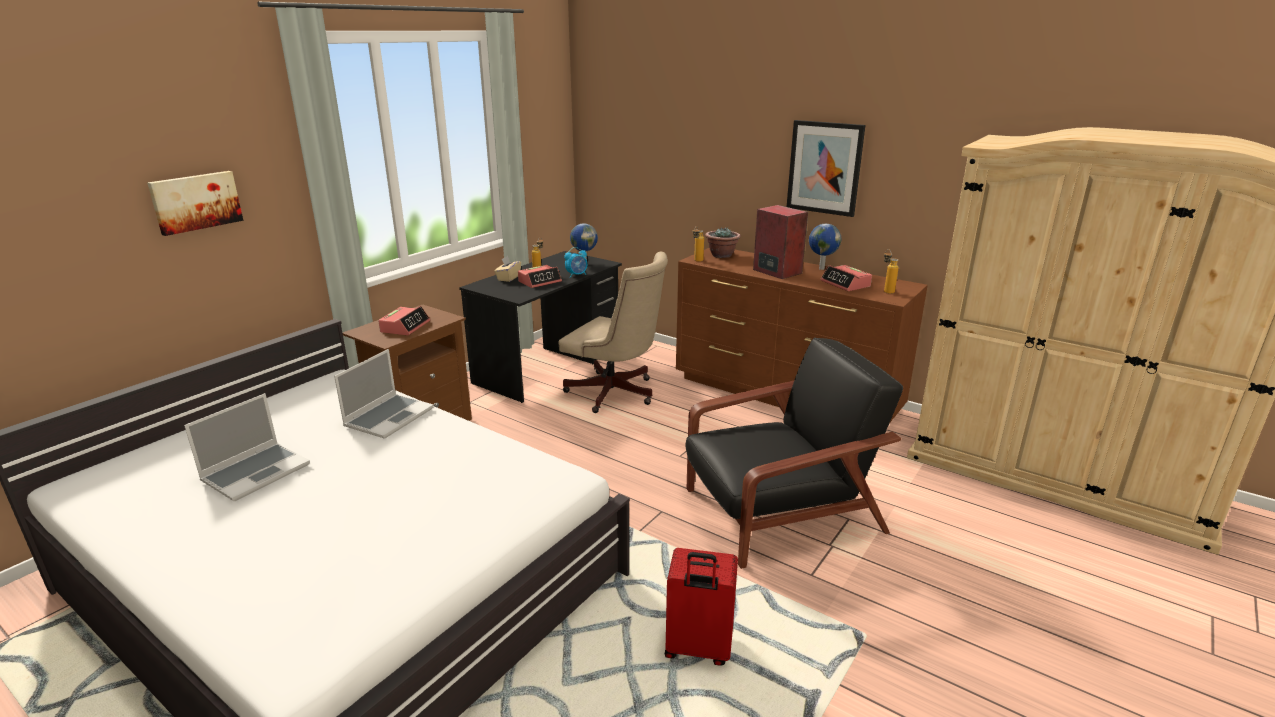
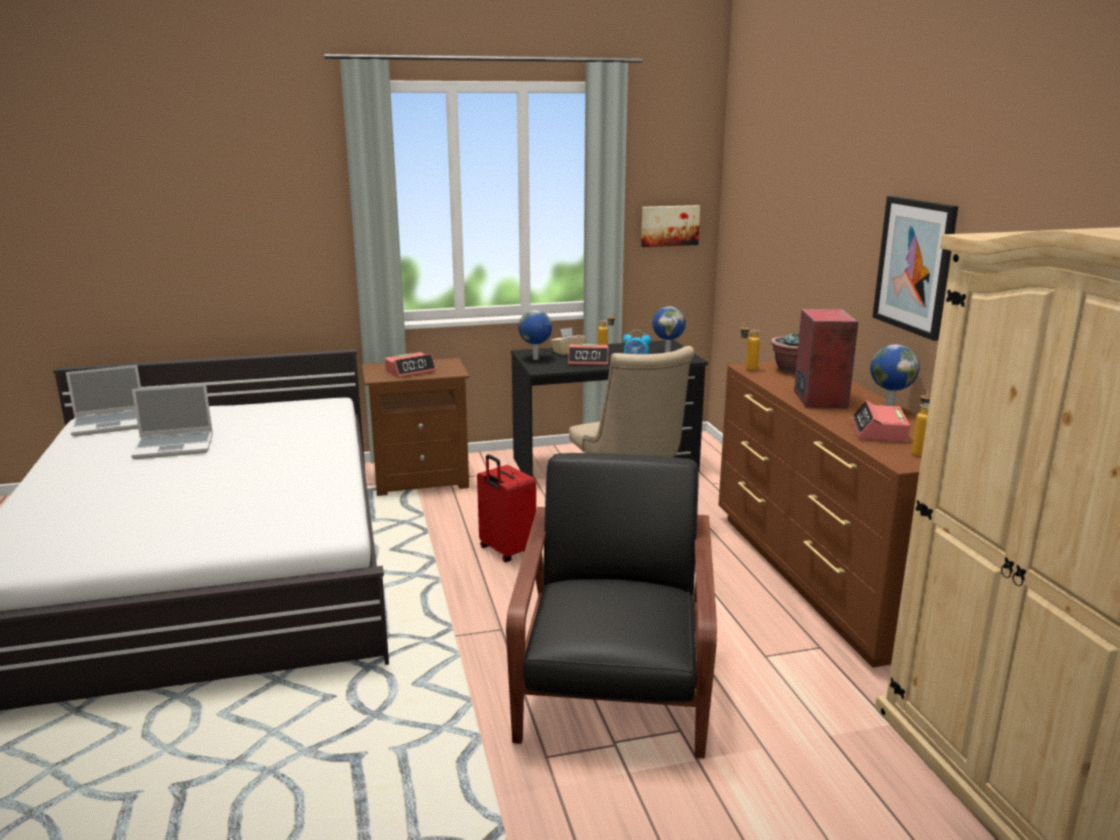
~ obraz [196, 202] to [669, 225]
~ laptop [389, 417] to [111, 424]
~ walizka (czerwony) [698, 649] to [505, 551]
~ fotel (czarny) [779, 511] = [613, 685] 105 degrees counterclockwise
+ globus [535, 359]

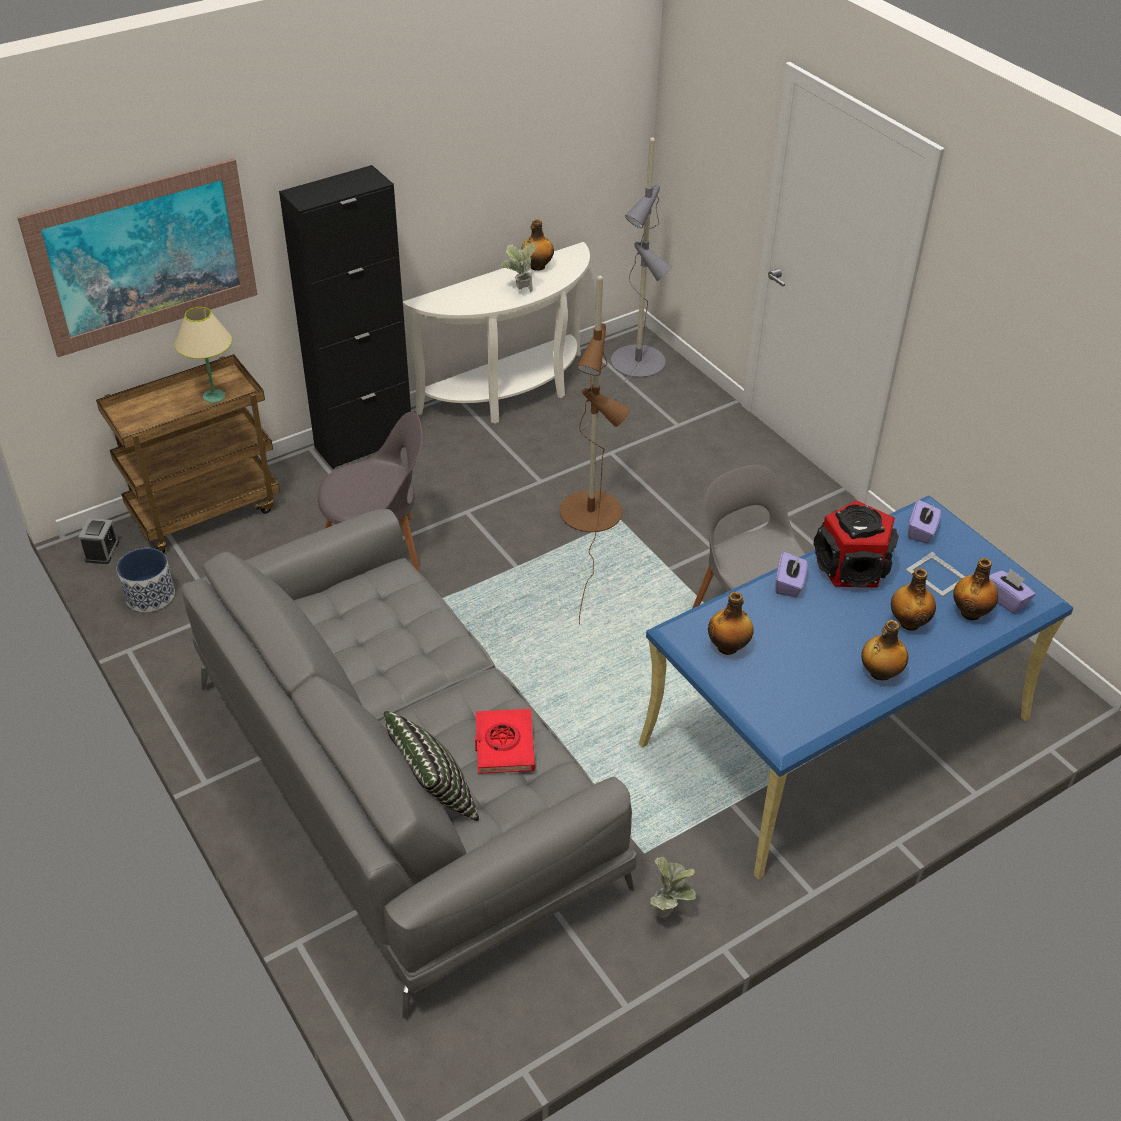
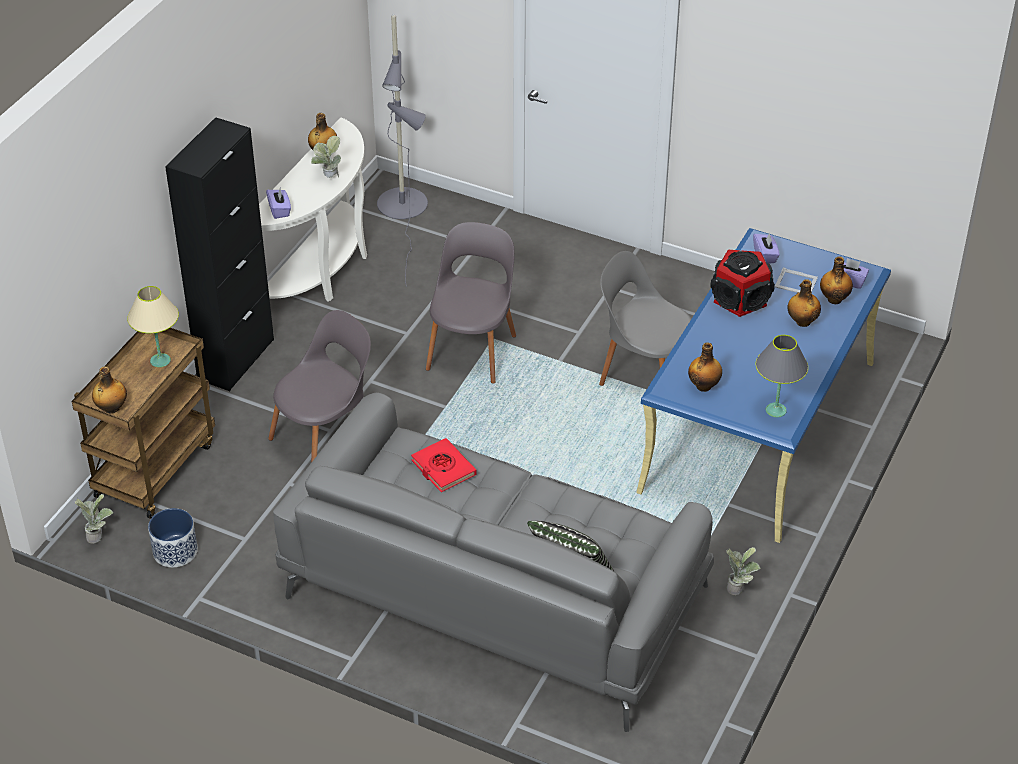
- obraz [144, 257]
~ budzik [102, 551] to roślina doniczkowa [98, 536]
~ książka (czerwony) [504, 745] to [443, 468]
~ lampa stojąca (brązowy) [590, 521] to krzesło (szary) [472, 349]
~ pudełko chusteczek (fioletowy) [789, 584] to [279, 210]
~ butelka [879, 673] to [111, 408]
+ lampa stołowa (szary) [776, 410]

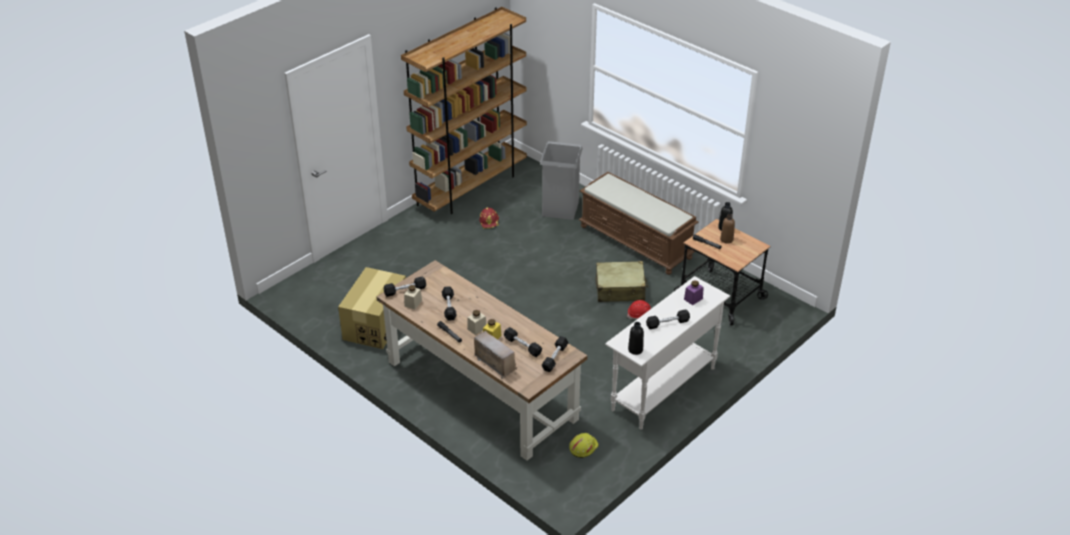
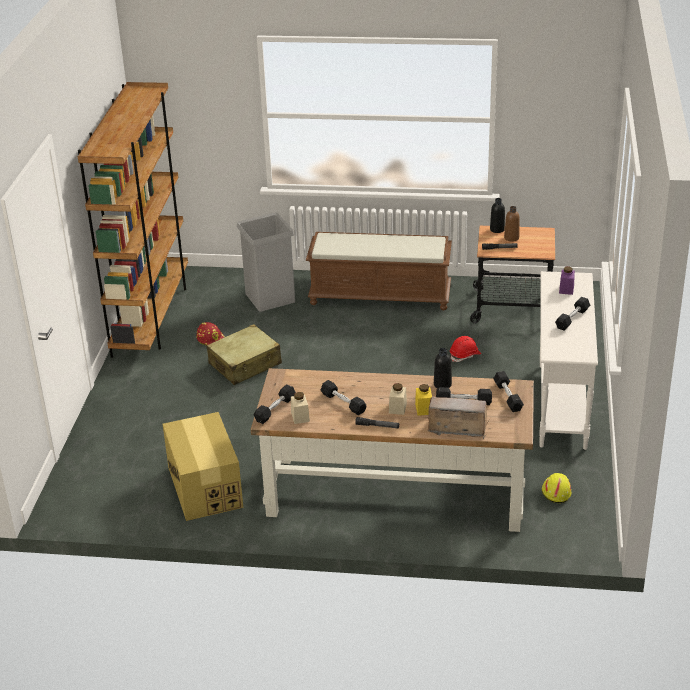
~ walizka (beżowy) [620, 289] to [245, 364]
~ butelka (czarny) [635, 350] to [442, 384]

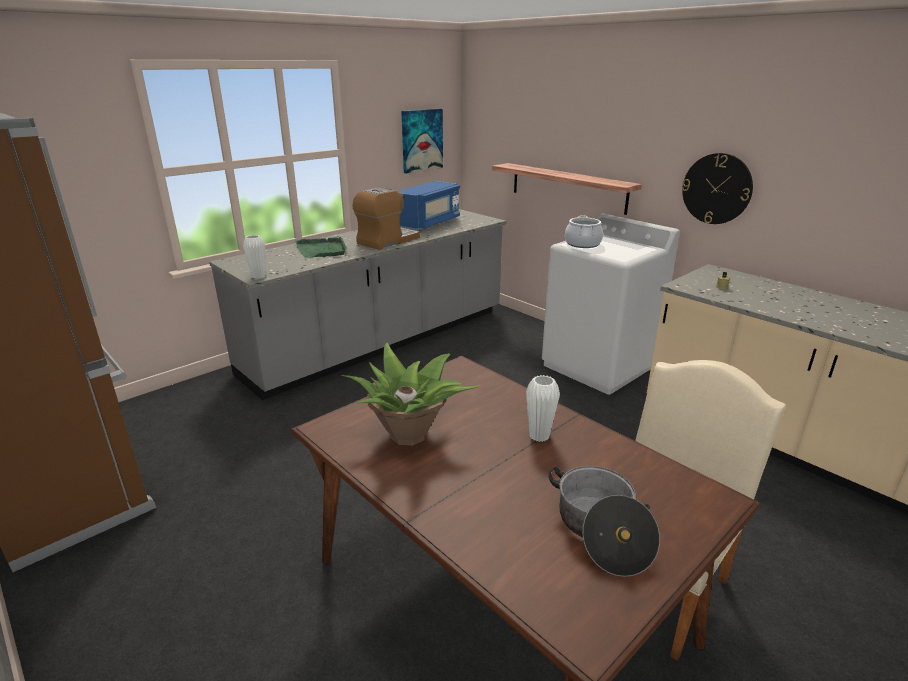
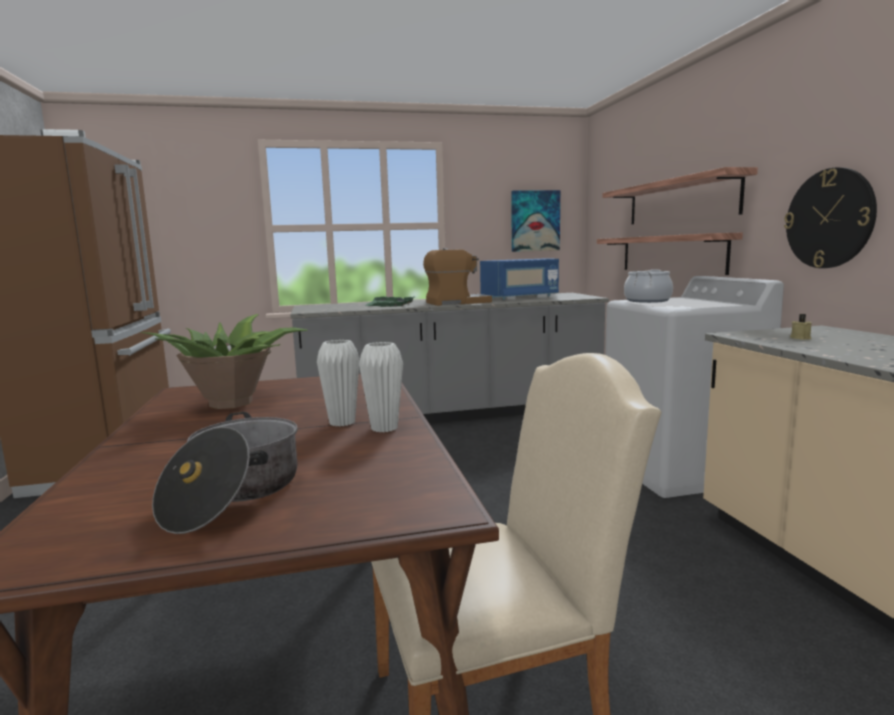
~ wazon (biały) [259, 276] to [384, 428]
+ półka [680, 201]

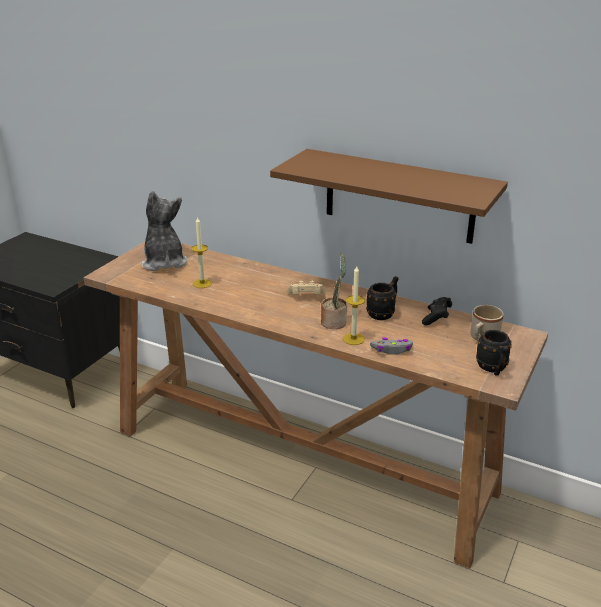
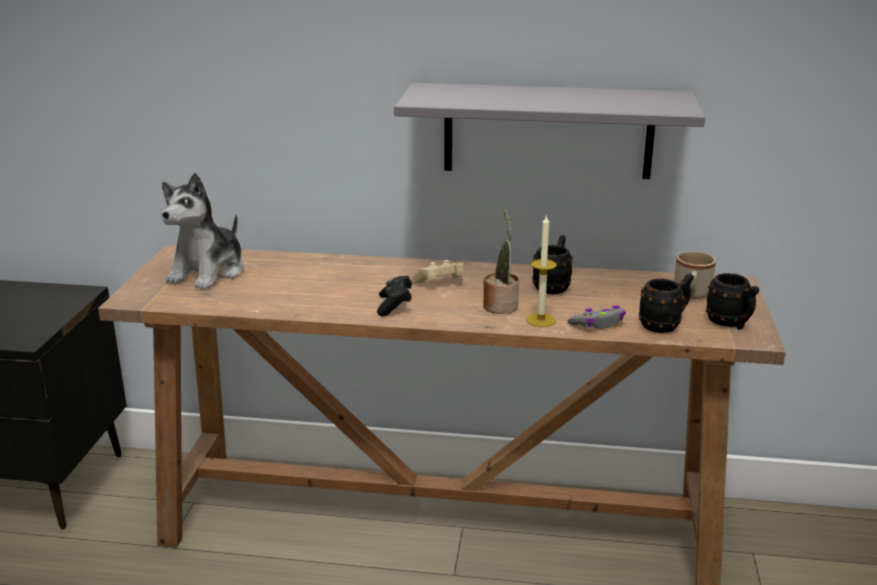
~ pluszak [164, 262] = [208, 272] 120 degrees counterclockwise
- świeca [202, 283]
~ półka (brązowy) [399, 196] to półka (szary) [548, 131]
~ pad do gier (czarny) [436, 318] to [394, 306]
+ kubek (czarny) [664, 325]

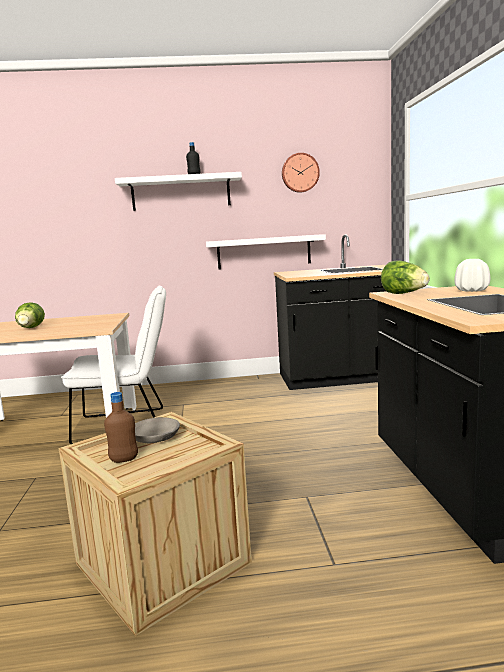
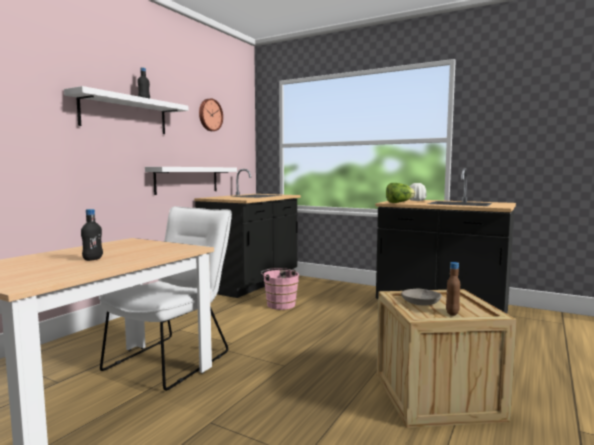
~ sałata [30, 328] to butelka (czarny) [93, 259]
+ wiadro (różowy) [280, 304]

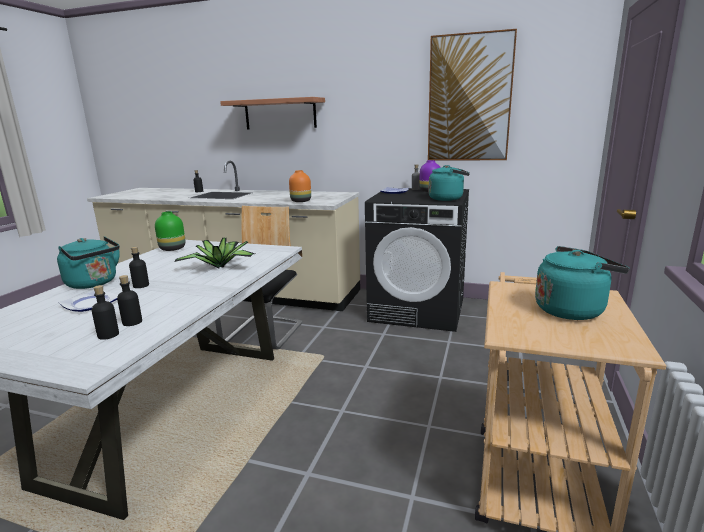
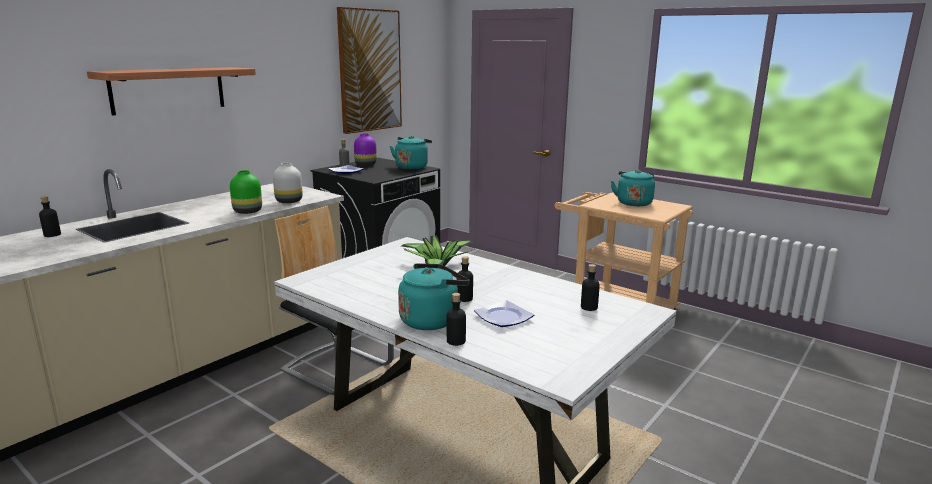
~ butelka (czarny) [132, 322] to [456, 341]
~ wazon (zielony) [173, 248] to [247, 211]
~ wazon (pomarańczowy) [301, 201] to wazon (biały) [289, 201]

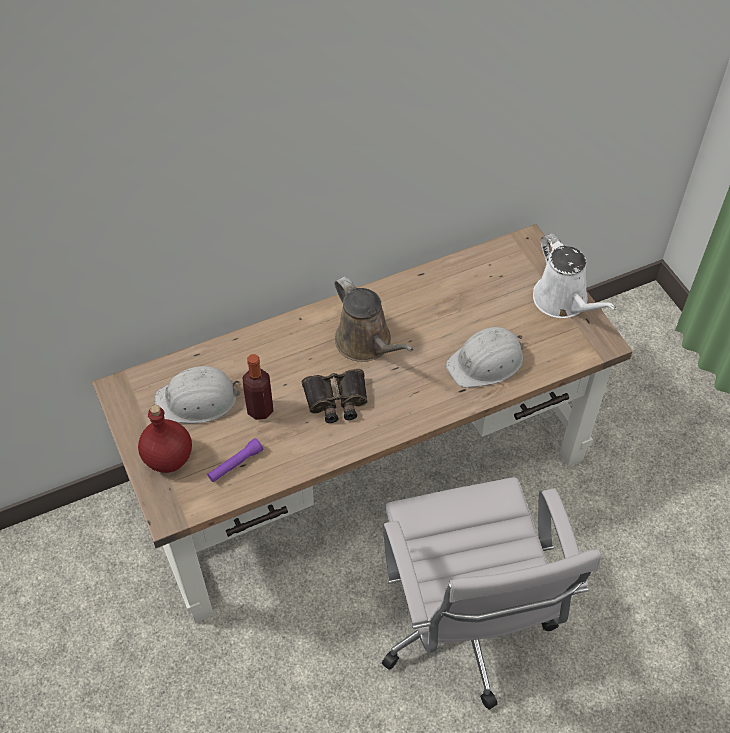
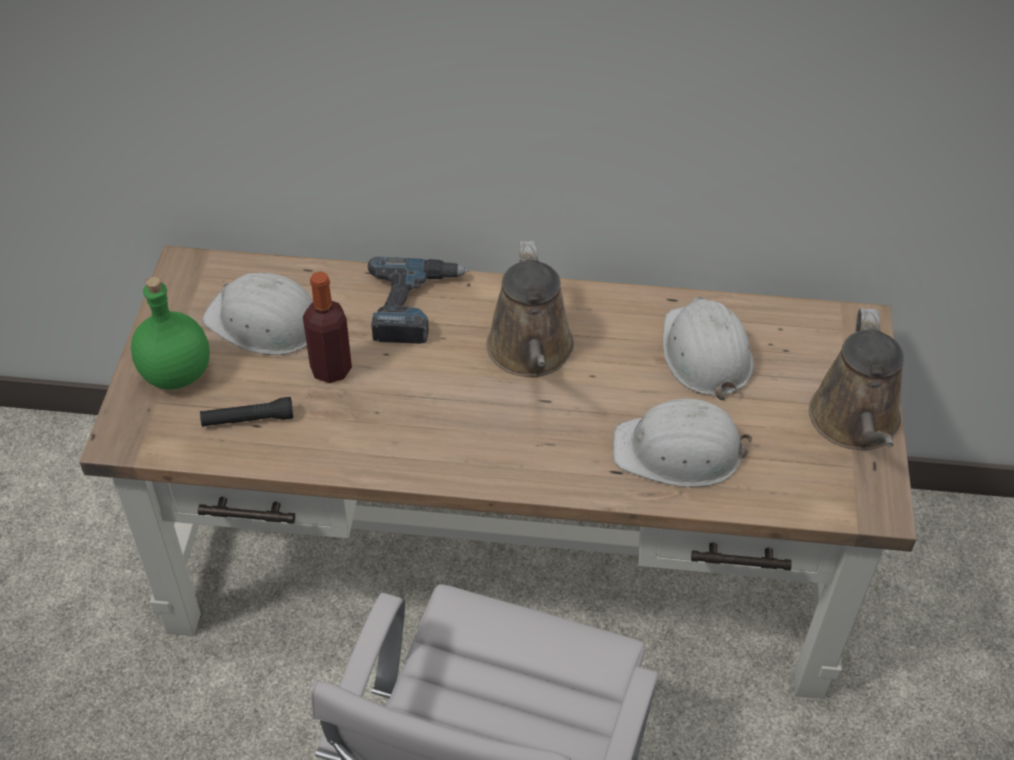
~ butelka (czerwony) [169, 458] to butelka (zielony) [178, 373]
~ latarka (fioletowy) [235, 464] to latarka (czarny) [248, 420]
- lornetka [336, 400]
~ konewka (biały) [563, 301] to konewka (brązowy) [855, 423]
+ wiertarka [414, 306]
+ kask (biały) [705, 353]

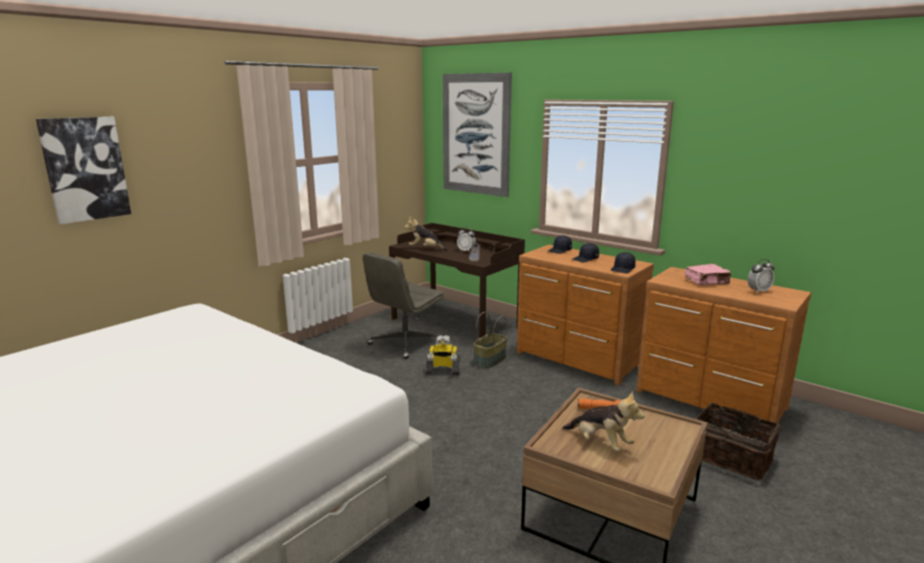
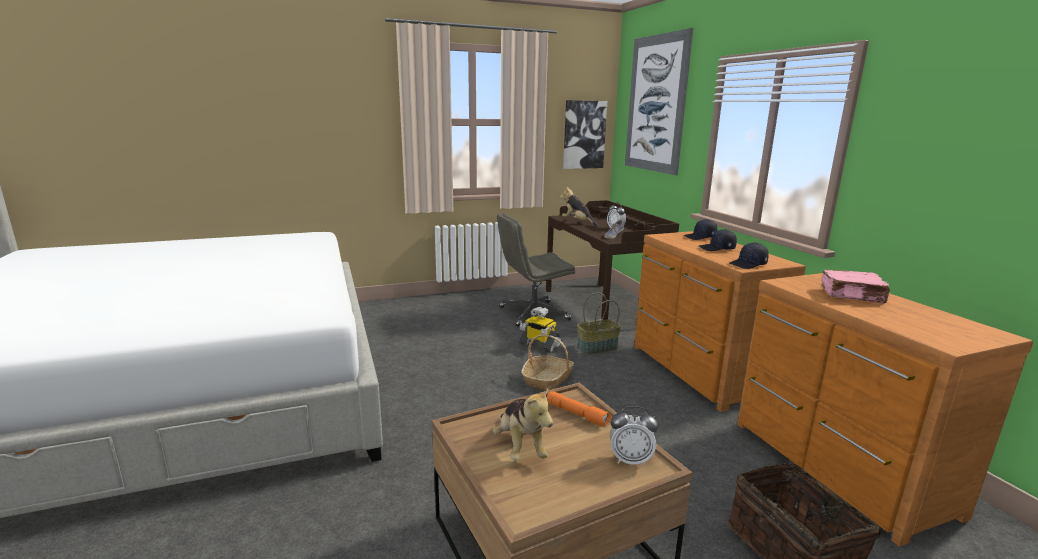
~ obraz [85, 169] to [584, 134]
~ budzik [758, 291] to [630, 460]
+ koszyk [548, 379]

